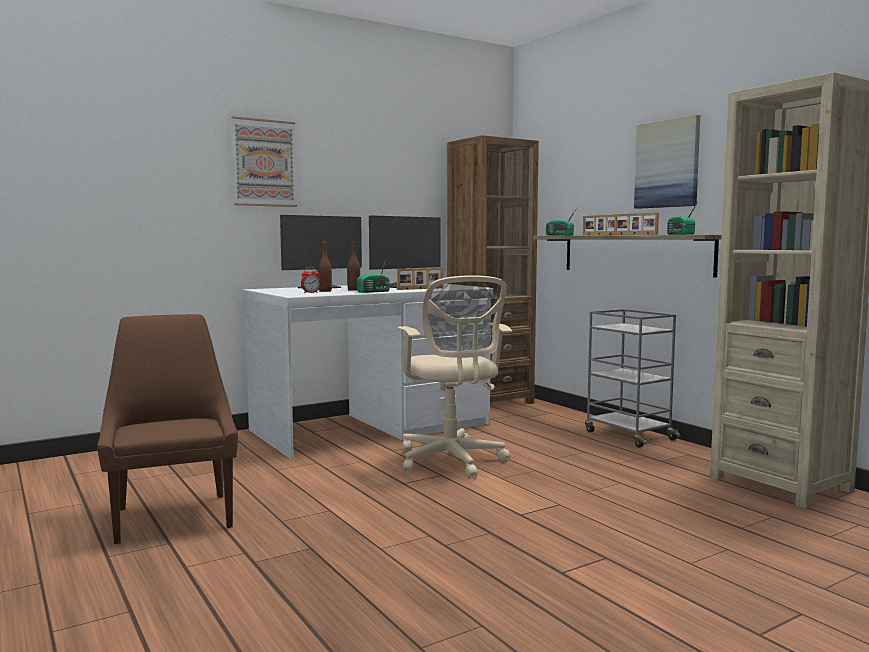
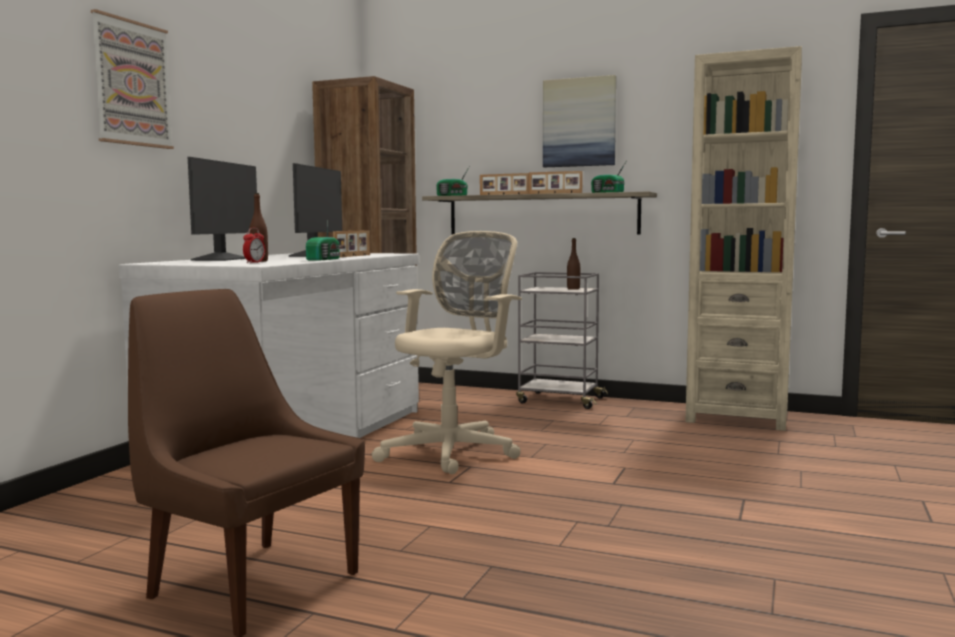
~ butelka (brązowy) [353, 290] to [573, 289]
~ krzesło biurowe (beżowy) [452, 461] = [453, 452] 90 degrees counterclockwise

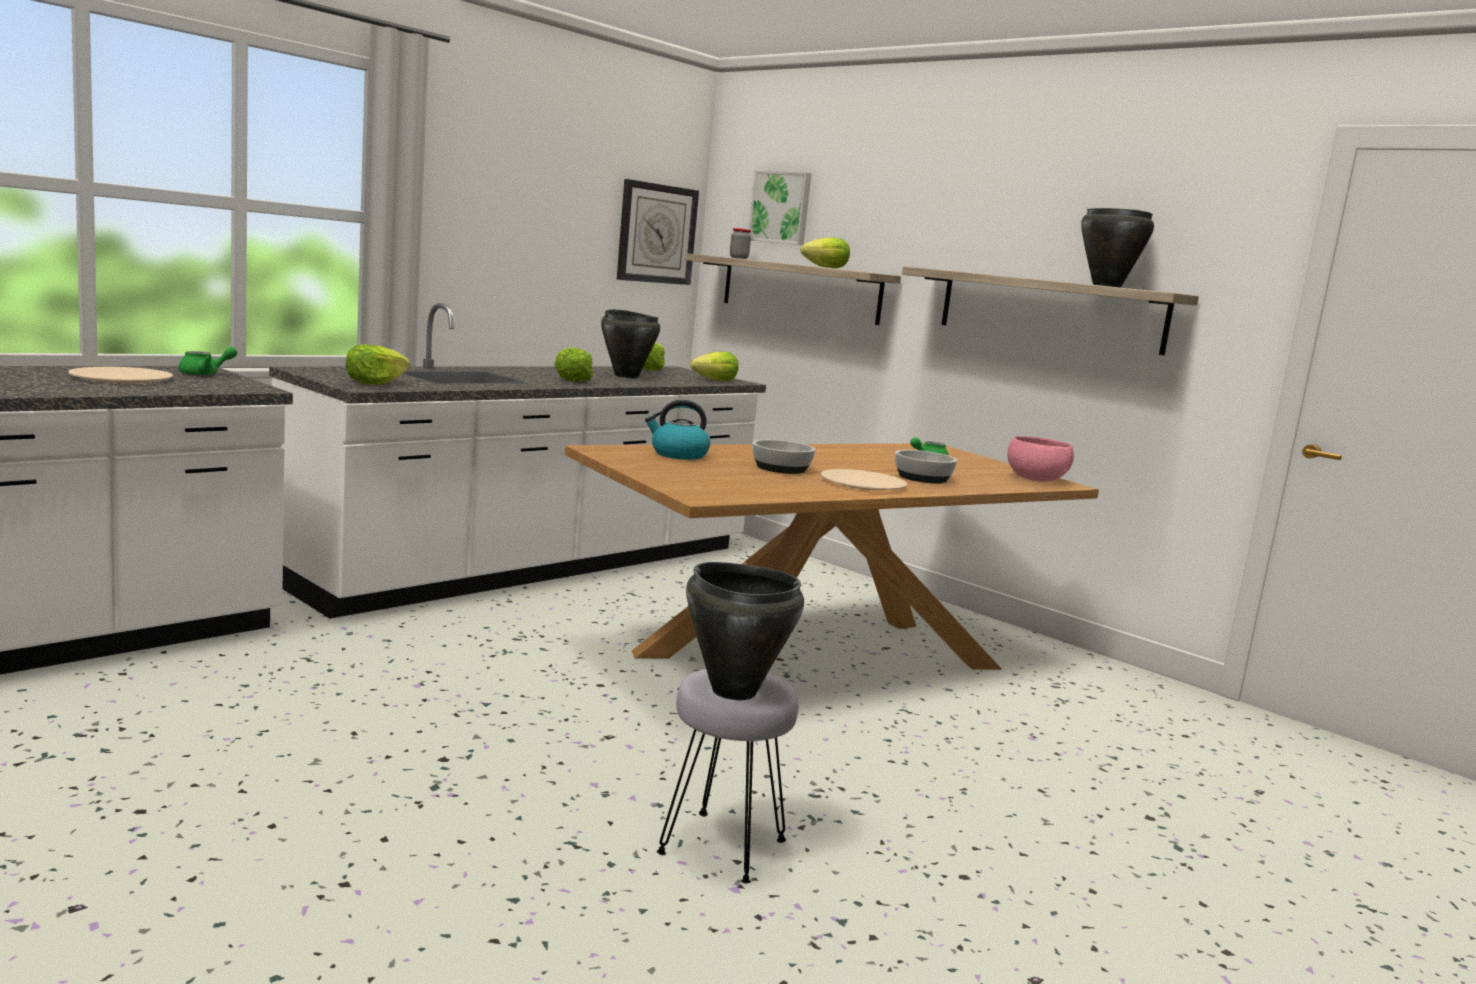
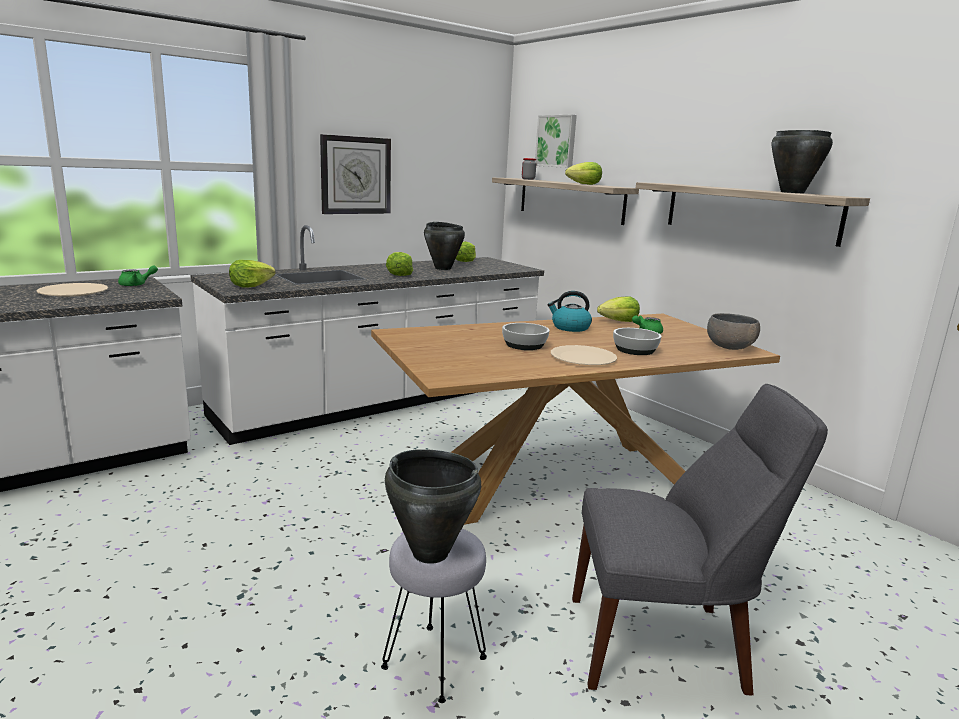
~ zegar ścienny [656, 233] to [355, 175]
~ czajnik [678, 455] to [570, 327]
~ sałata [715, 380] to [618, 321]
~ miska (różowy) [1036, 479] to miska (szary) [730, 347]
+ krzesło (szary) [664, 645]

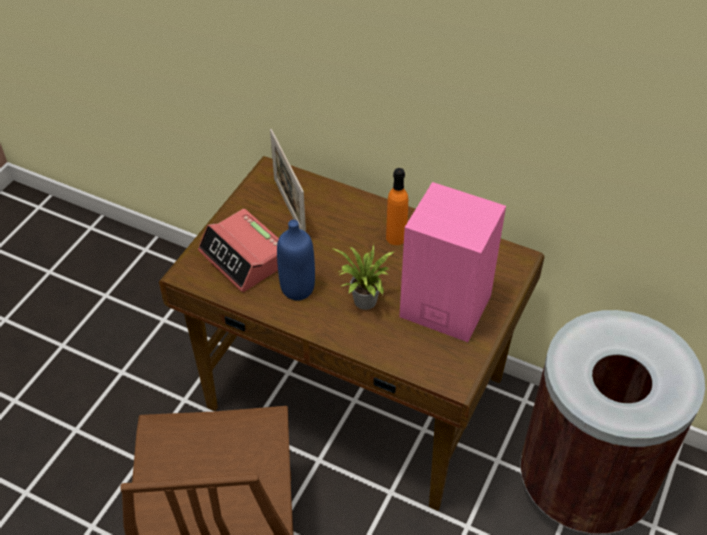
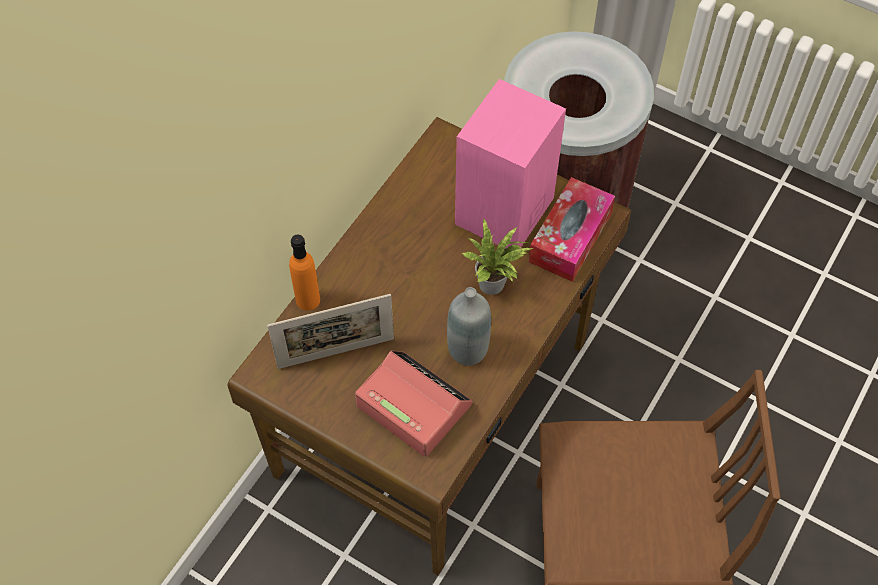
~ budzik [245, 258] = [413, 405] 105 degrees counterclockwise
~ butelka (niebieski) [297, 288] to butelka (szary) [468, 350]
~ butelka (pomarańczowy) [396, 237] to [308, 299]
+ pudełko chusteczek [570, 237]

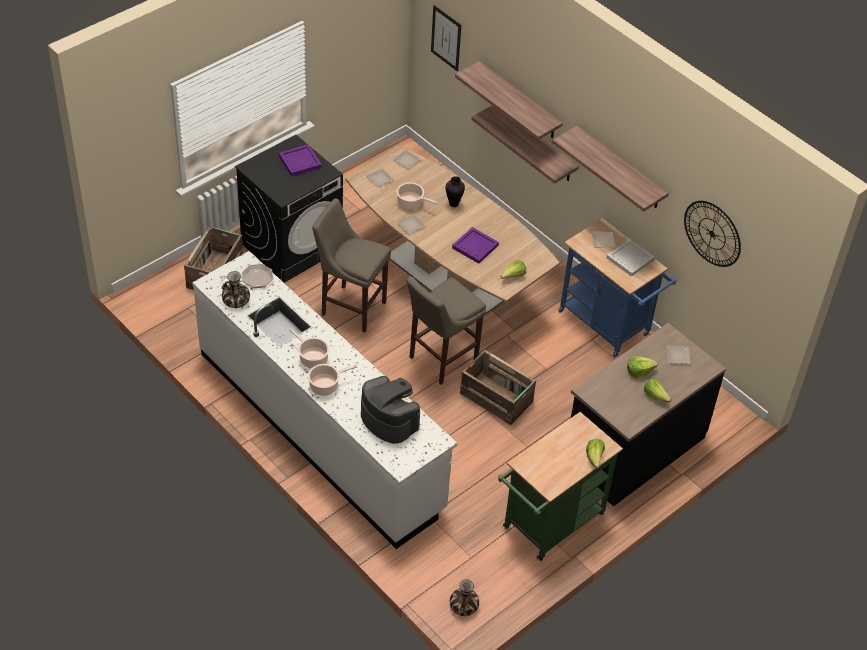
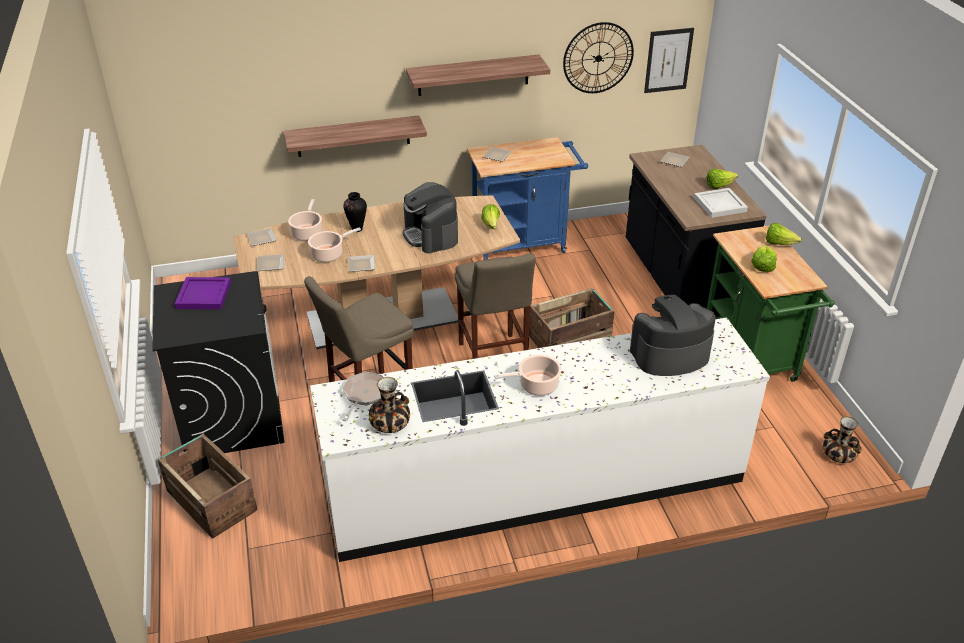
~ garnek [326, 385] to [307, 233]
~ obraz [446, 38] to [668, 60]
~ taca (fioletowy) [475, 247] to ekspres do kawy [431, 235]
- półka [519, 101]
~ taca (biały) [630, 258] to [719, 204]
~ sałata [639, 371] to [762, 266]

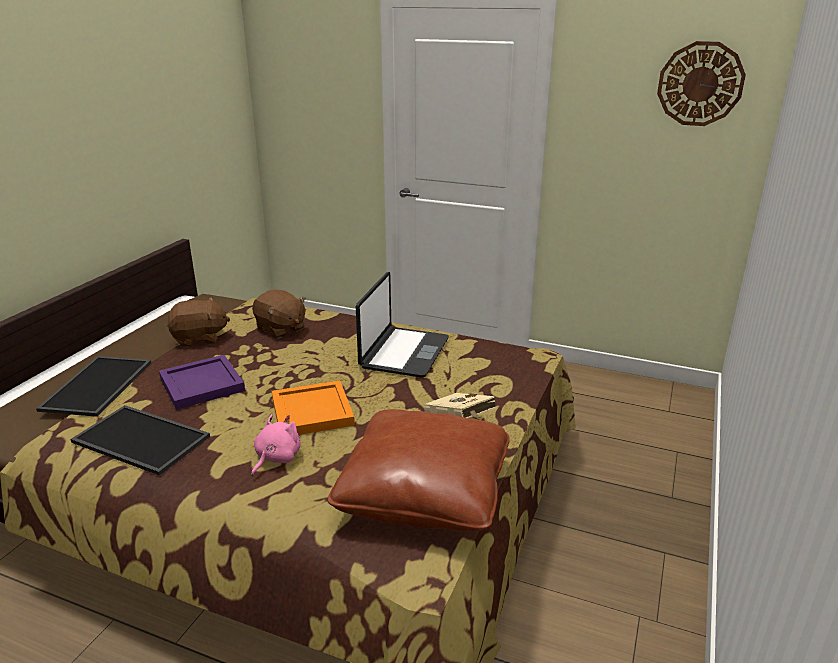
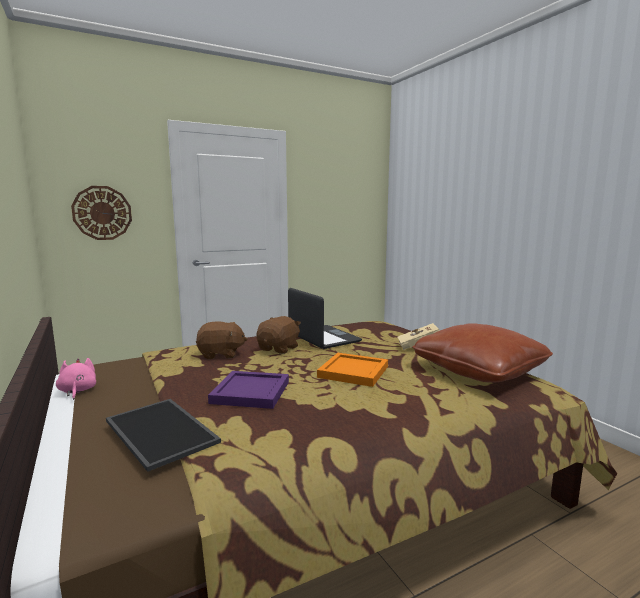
- taca [138, 440]
~ pluszak (brązowy) [199, 338] to [279, 348]
~ pluszak (różowy) [276, 458] to [77, 391]
~ zegar ścienny [700, 84] to [102, 213]

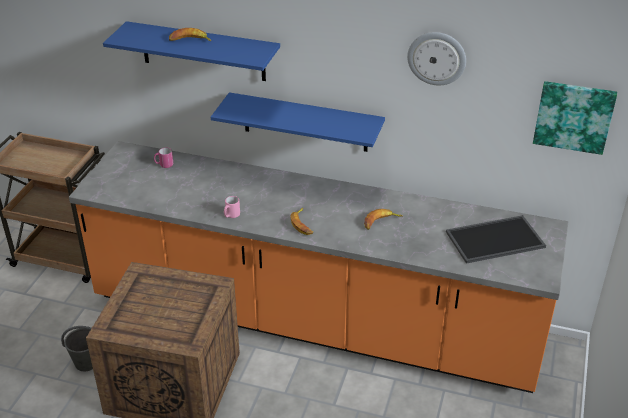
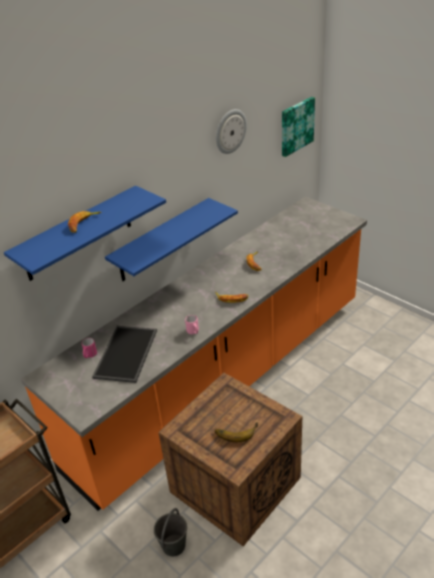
~ taca [494, 240] to [127, 354]
+ banan [236, 431]

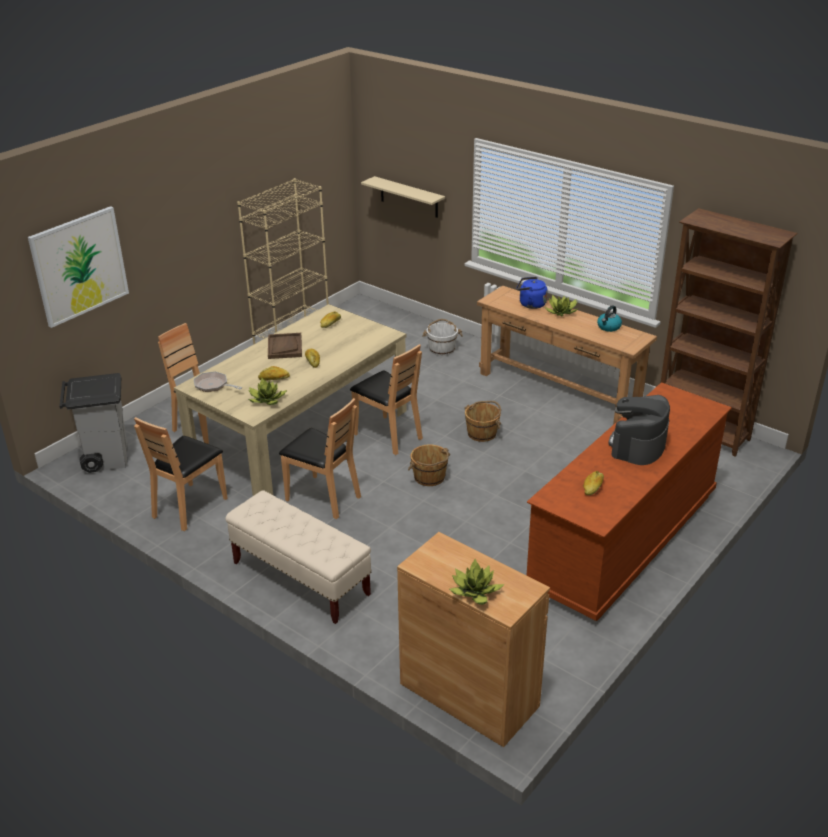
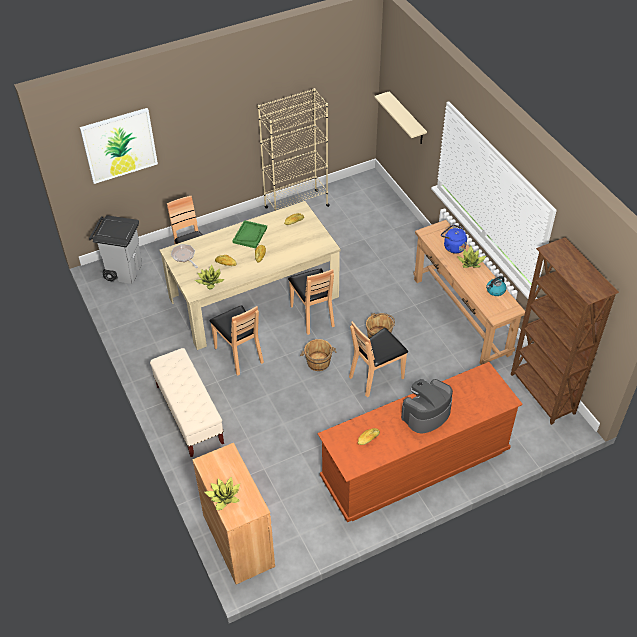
~ krzesło (brązowy) [189, 507] to [376, 376]
~ taca (brązowy) [284, 347] to taca (zielony) [250, 235]
- wiadro (biały) [442, 349]

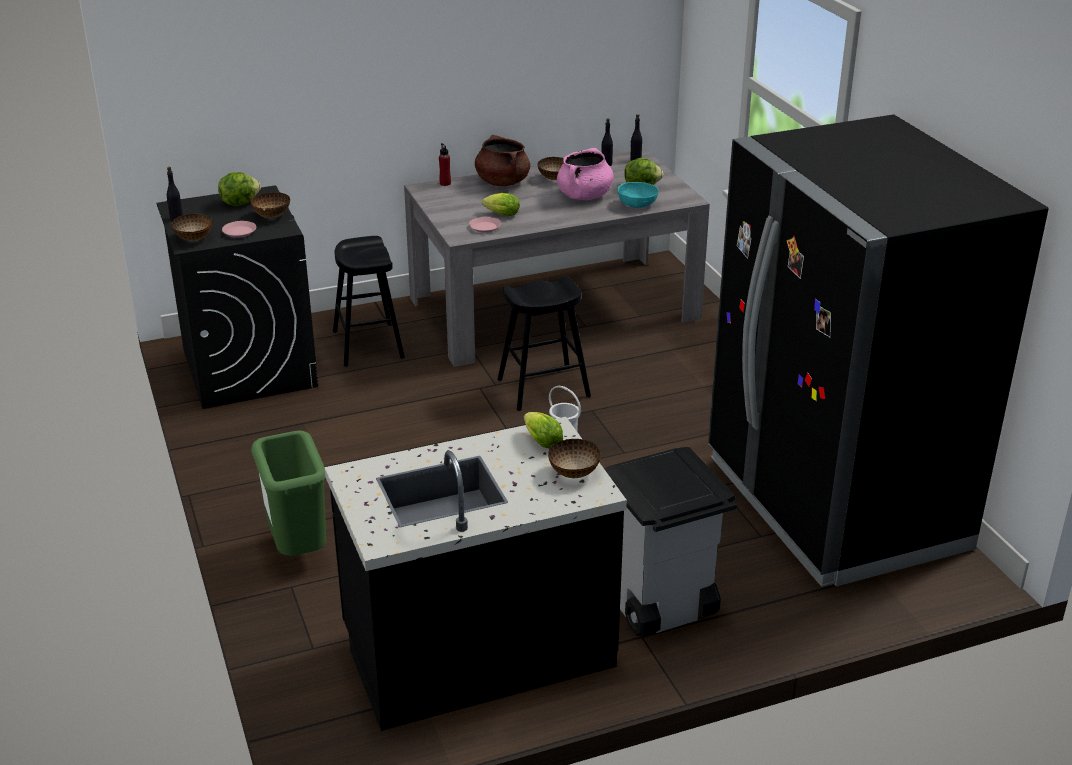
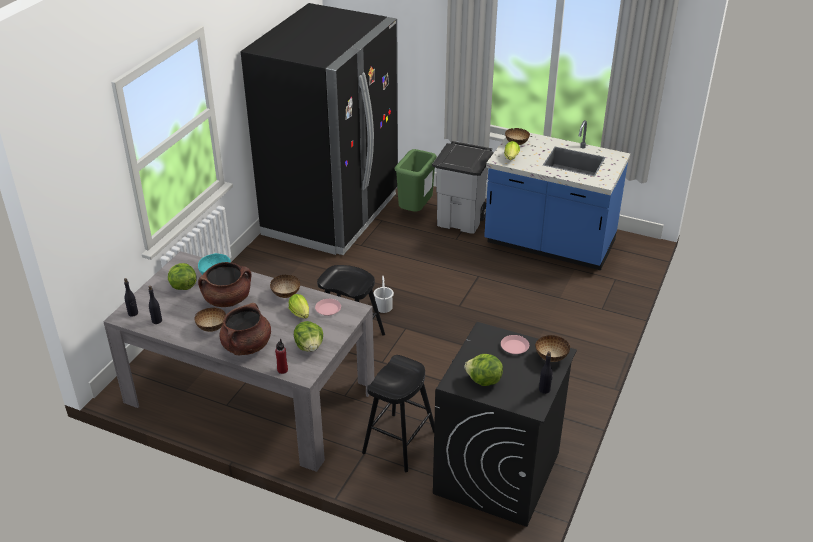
~ miska [271, 216] to [286, 295]
~ kosz na śmieci (zielony) [297, 550] to [416, 211]
~ zabudowa kuchenna (czarny) [477, 649] to zabudowa kuchenna (niebieski) [549, 244]
~ garnek (różowy) [584, 196] to garnek (brązowy) [227, 299]
+ sałata [309, 346]

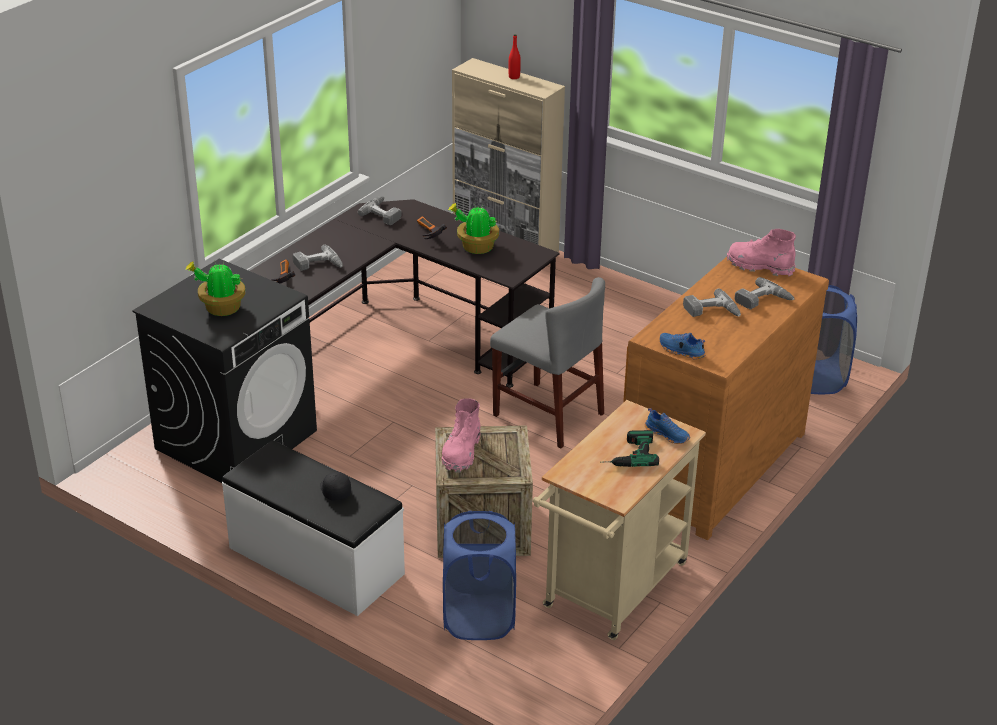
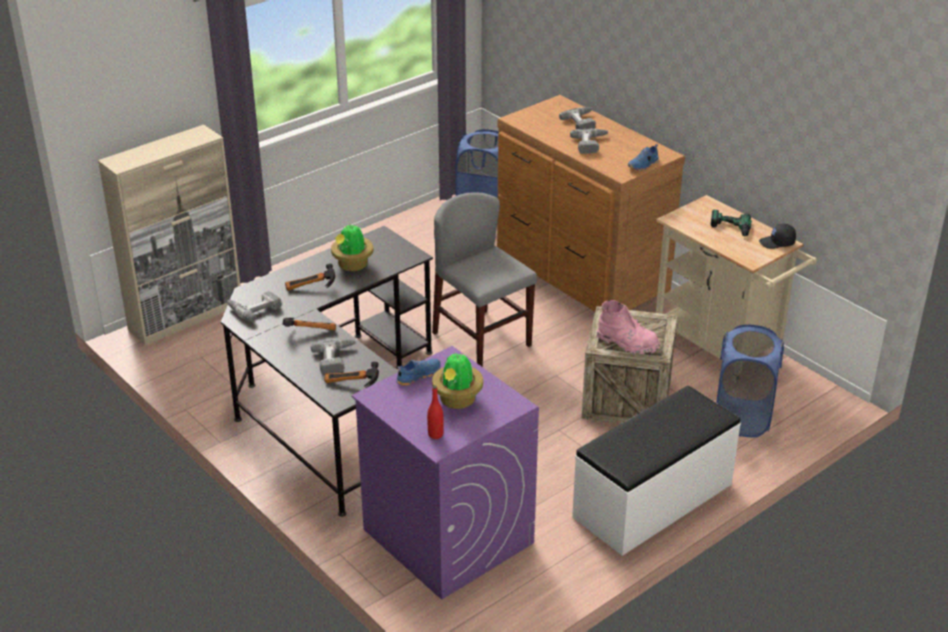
~ pralka (czarny) [237, 439] to pralka (fioletowy) [447, 535]
~ czapka z daszkiem (czarny) [334, 490] to [777, 243]
~ krzesło (szary) [548, 414] = [482, 339] 90 degrees counterclockwise
~ butelka (czerwony) [514, 77] to [435, 434]
~ but (niebieski) [667, 434] to [417, 375]
- but z cholewką (różowy) [760, 266]
+ młotek [309, 330]

